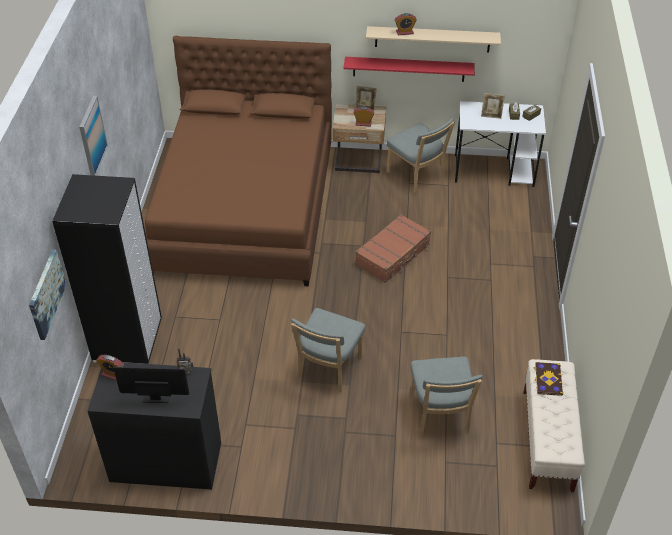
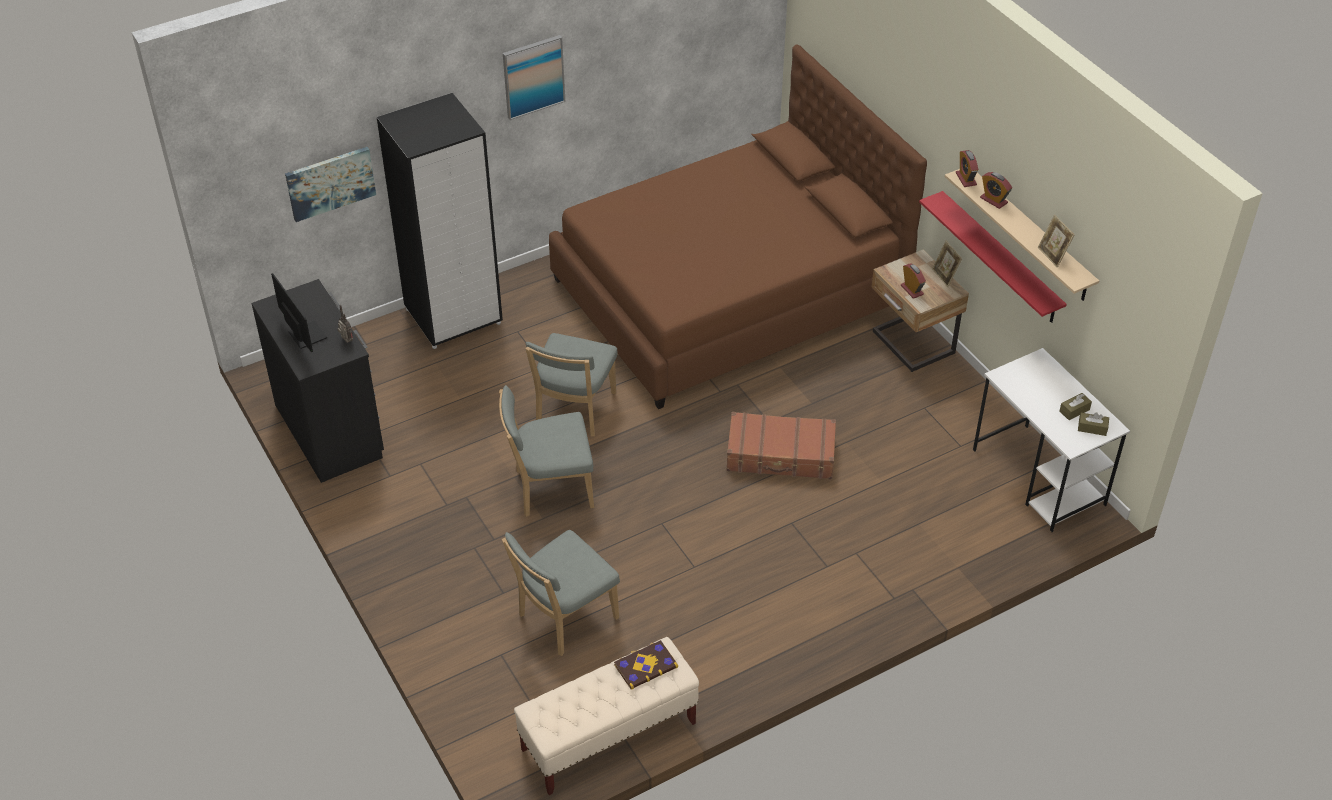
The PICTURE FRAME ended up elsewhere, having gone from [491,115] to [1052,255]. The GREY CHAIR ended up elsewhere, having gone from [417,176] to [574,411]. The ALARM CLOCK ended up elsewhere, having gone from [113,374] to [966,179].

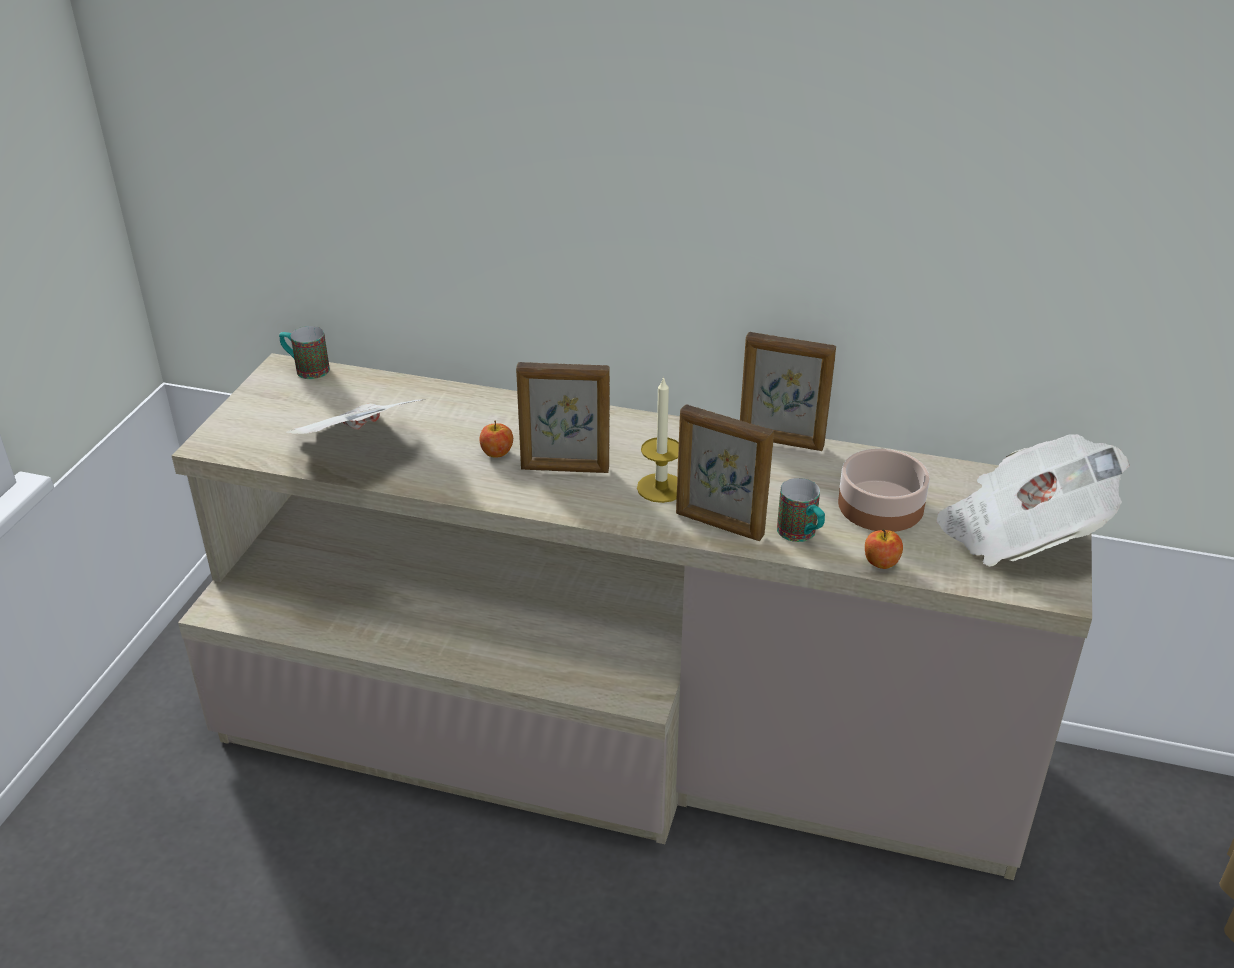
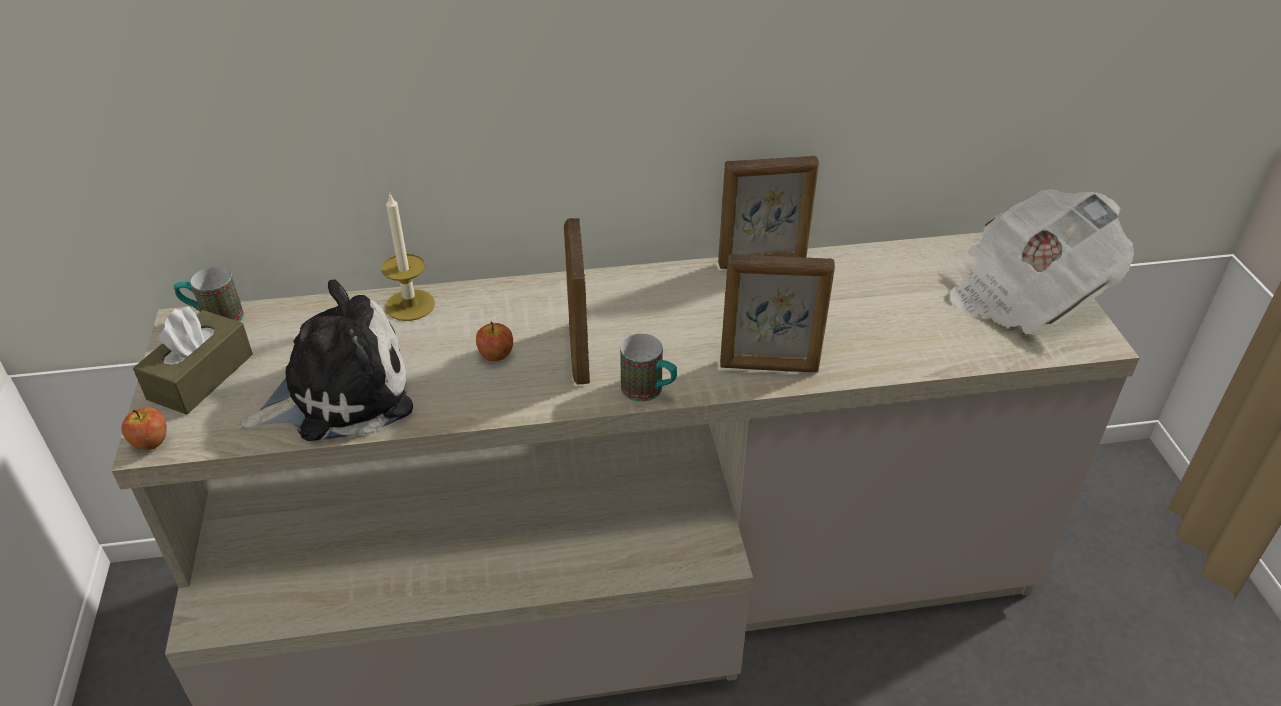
The PICTURE FRAME at [565,469] ended up facing another way, 105 degrees clockwise from before. The CANDLE ended up elsewhere, having gone from [661,488] to [410,305]. Where the NEWSPAPER stood at [359,448], the PLUSH TOY came to stand at [339,393]. The second view lost the BOWL at [879,505]. The MUG ended up elsewhere, having gone from [801,535] to [649,391]. The APPLE ended up elsewhere, having gone from [881,562] to [150,442]. The second view gained the BROWN TISSUE BOX at [201,377].

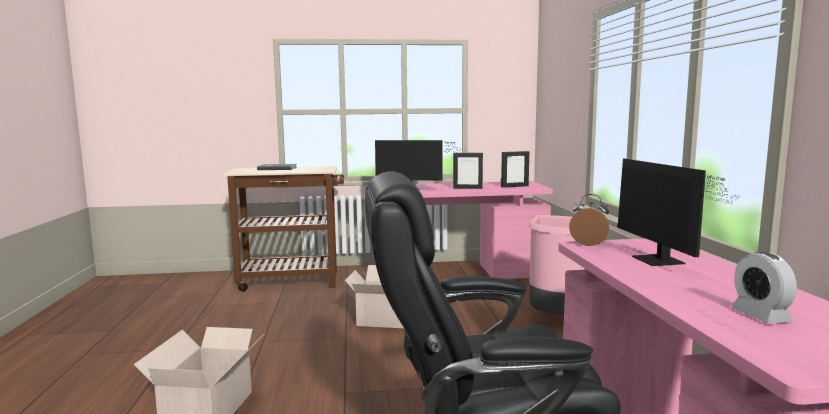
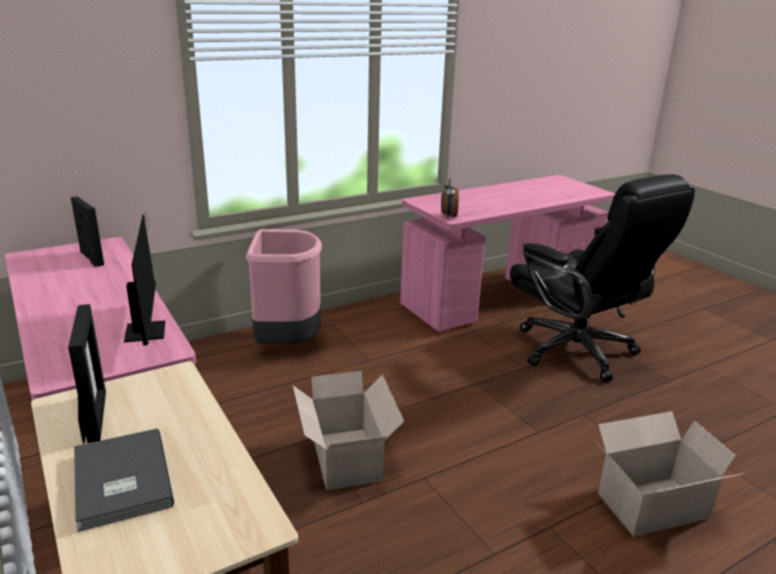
The PICTURE FRAME ended up elsewhere, having gone from [467,188] to [95,416]. The second view lost the MONITOR at [660,262]. The second view lost the ALARM CLOCK at [760,316].

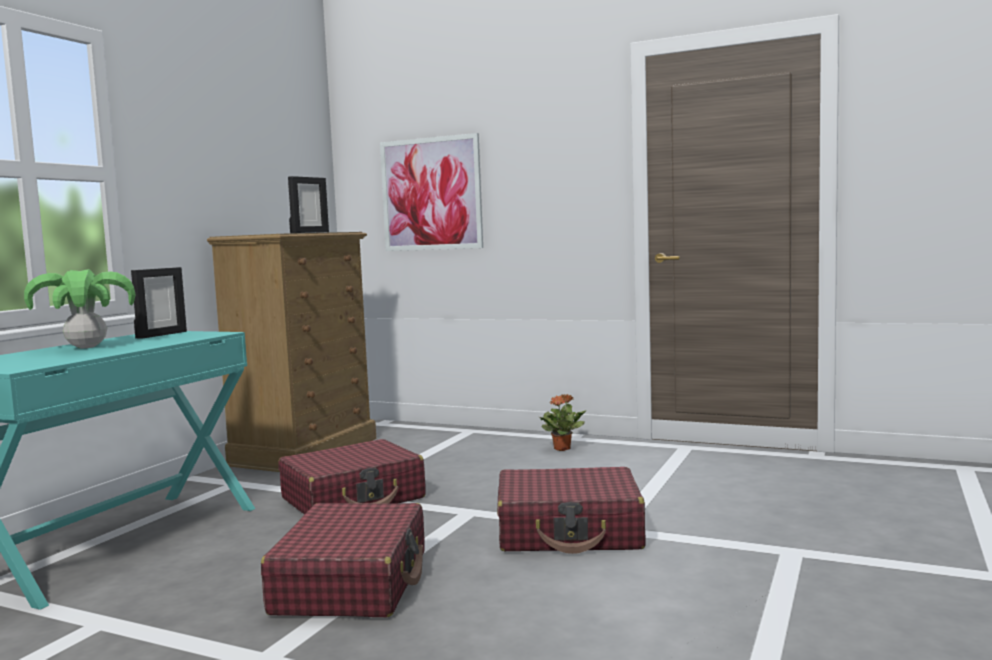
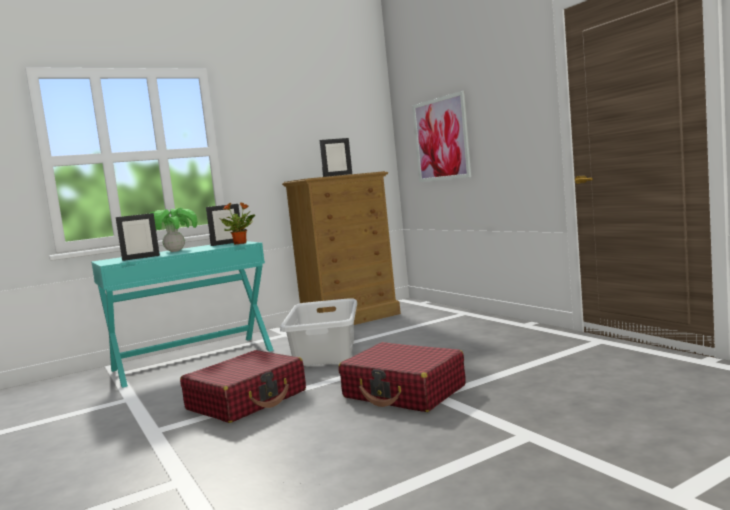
The POTTED PLANT ended up elsewhere, having gone from [562,448] to [241,243]. Where the RED SUITCASE stood at [353,498], the GREY LAUNDRY BASKET came to stand at [326,351]. The second view gained the PICTURE FRAME at [141,258].

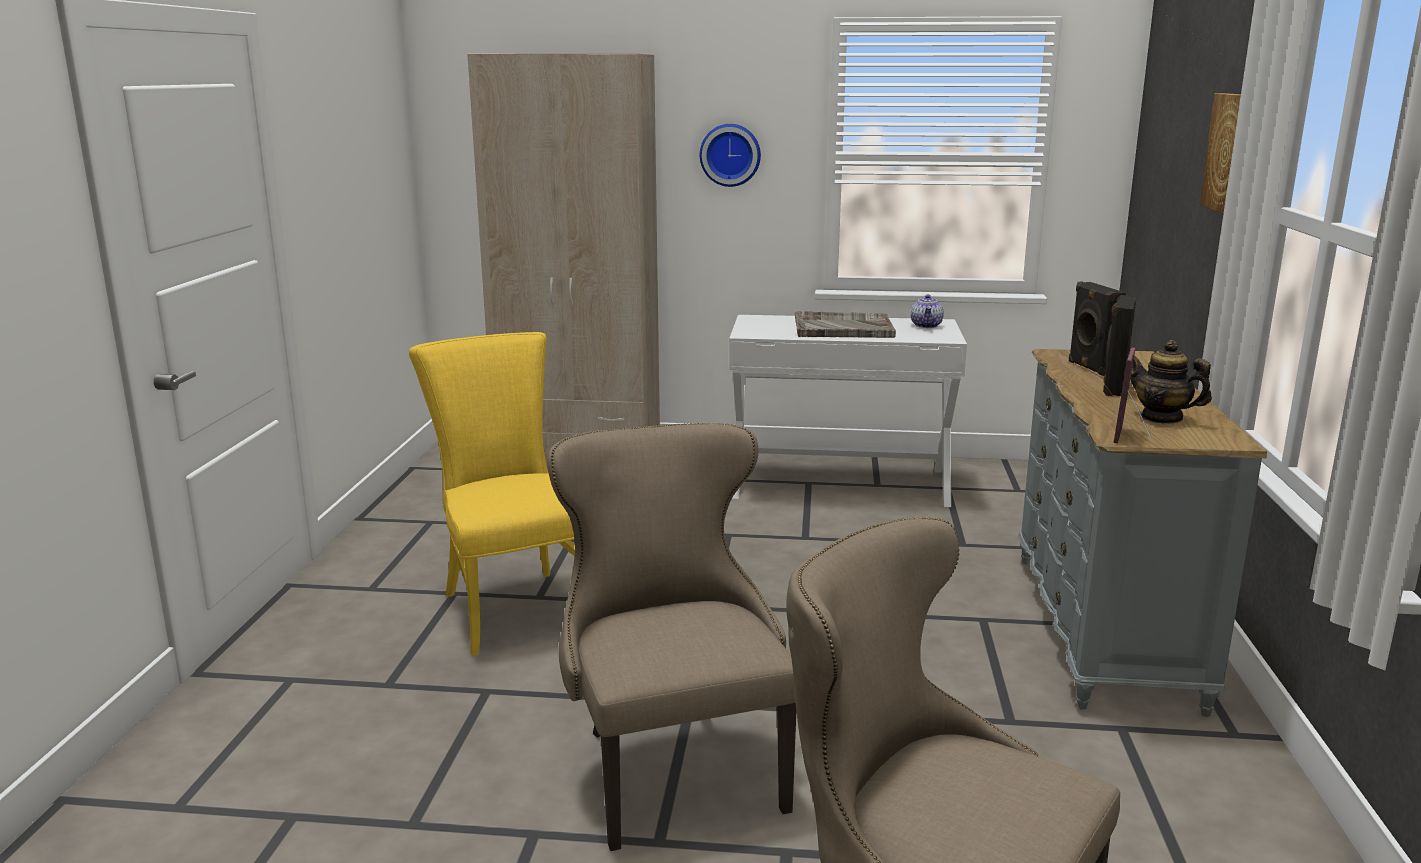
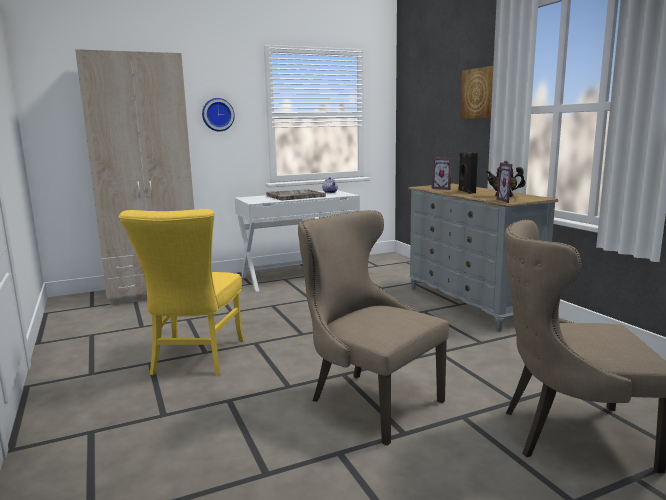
Where the BLACK SPEAKER stood at [1090,368], the PICTURE FRAME came to stand at [443,188]. The YELLOW CHAIR at [514,605] ended up facing another way, 120 degrees counterclockwise from before.

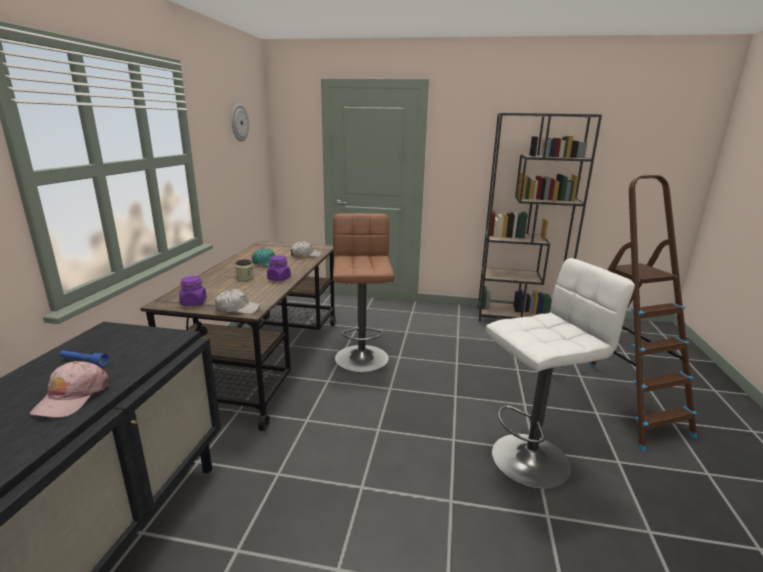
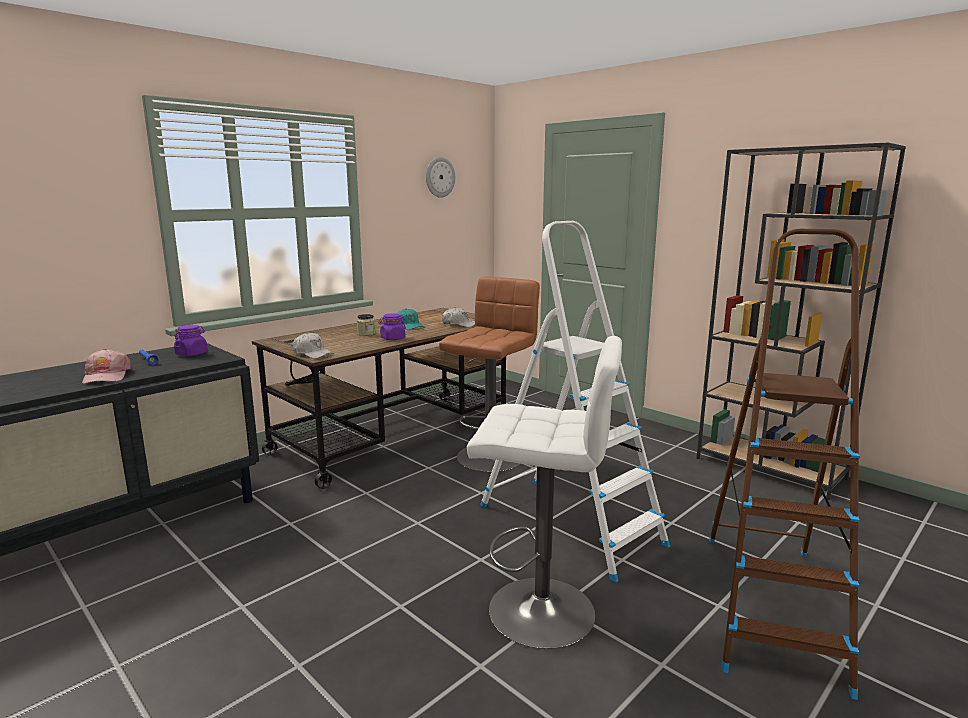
The PURPLE JAR ended up elsewhere, having gone from [194,302] to [192,354]. The PINK CAP at [72,397] ended up facing another way, 60 degrees counterclockwise from before. The second view gained the WHITE STEP LADDER at [570,524].

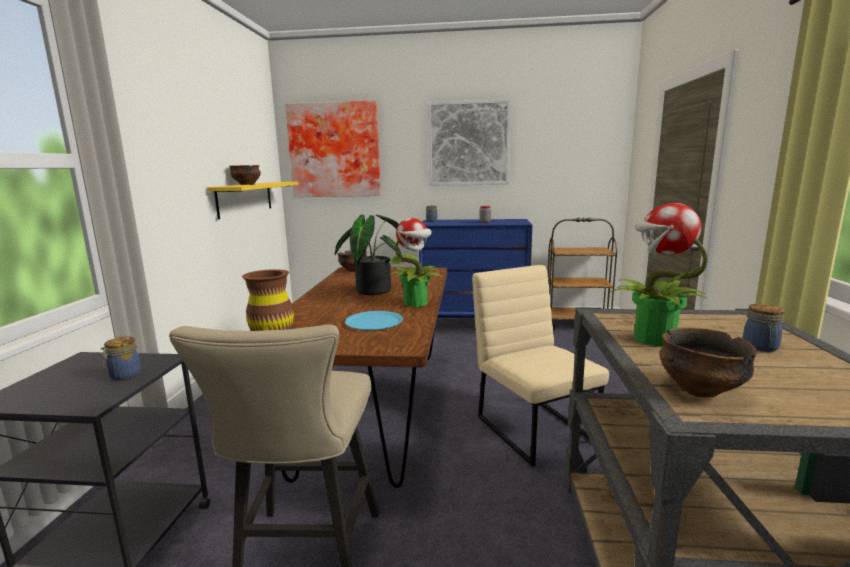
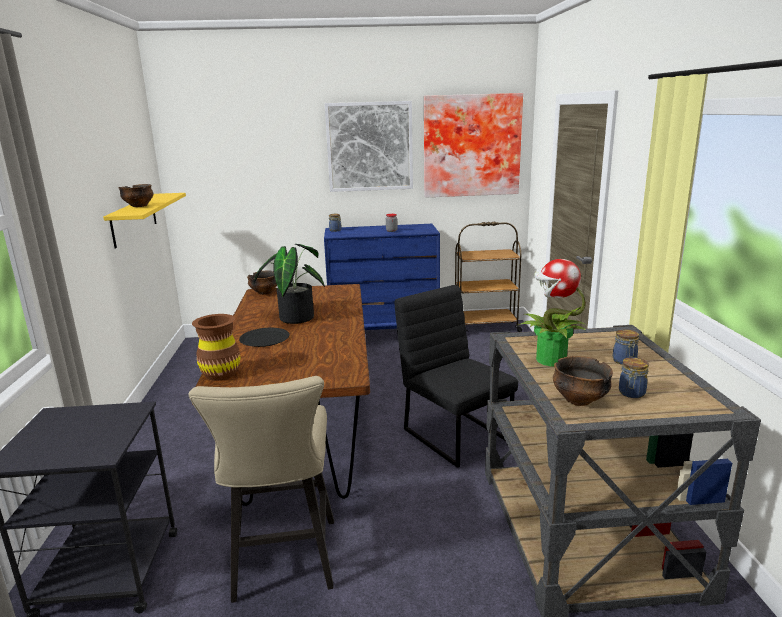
The PICTURE ended up elsewhere, having gone from [335,150] to [471,146]. The second view lost the POTTED PLANT at [416,303]. What was the BEIGE CHAIR at [533,427] turned into the BLACK CHAIR at [455,434]. The second view lost the BLUE PLATE at [374,322]. The JAR ended up elsewhere, having gone from [124,375] to [631,393]. The second view gained the BLACK PLATE at [264,338].

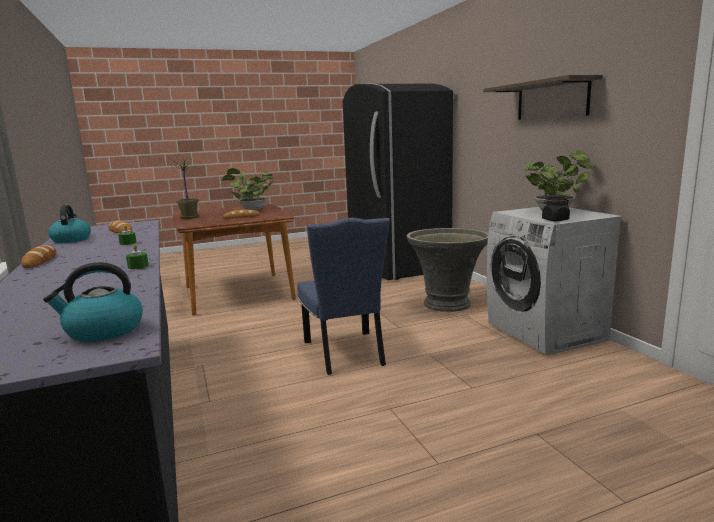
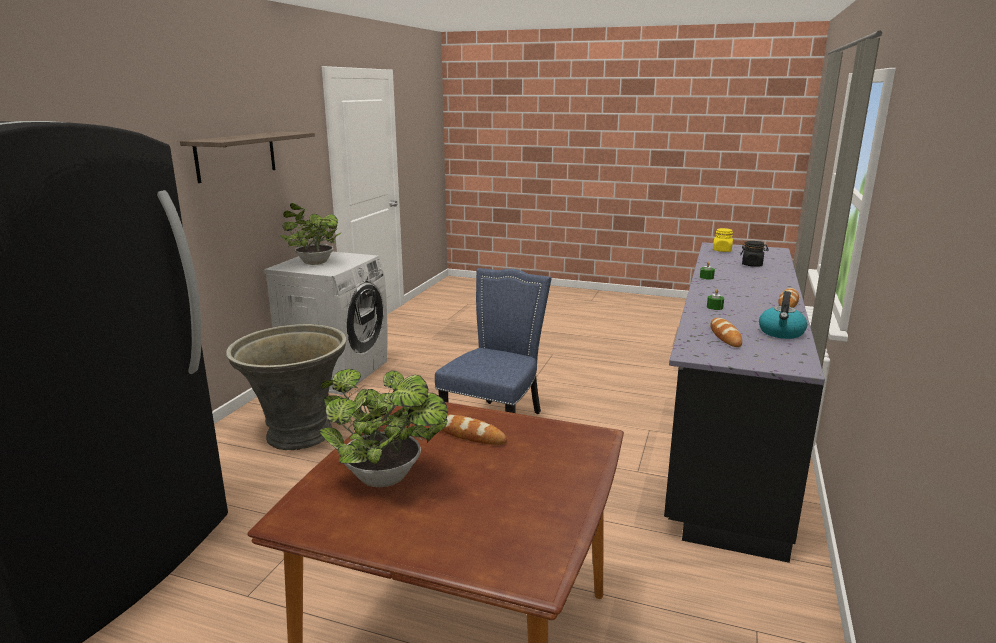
The second view lost the POTTED PLANT at [190,217]. The BLACK JAR ended up elsewhere, having gone from [555,220] to [752,265]. Where the KETTLE stood at [103,331], the YELLOW JAR came to stand at [722,250].

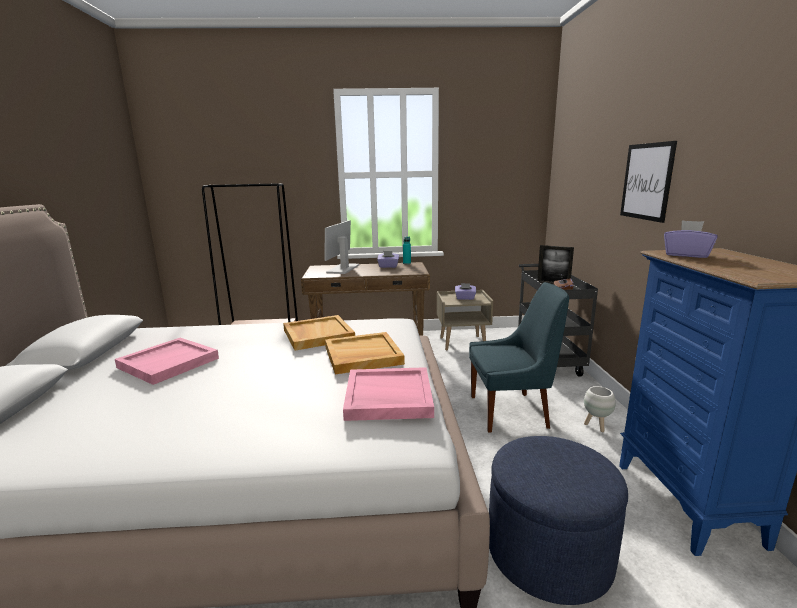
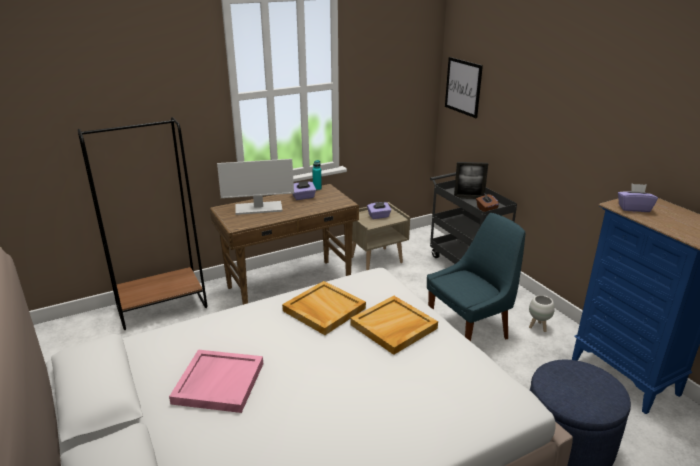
The PICTURE ended up elsewhere, having gone from [646,181] to [463,87]. The MONITOR at [343,269] ended up facing another way, 90 degrees counterclockwise from before. The second view lost the PINK TRAY at [387,397].

